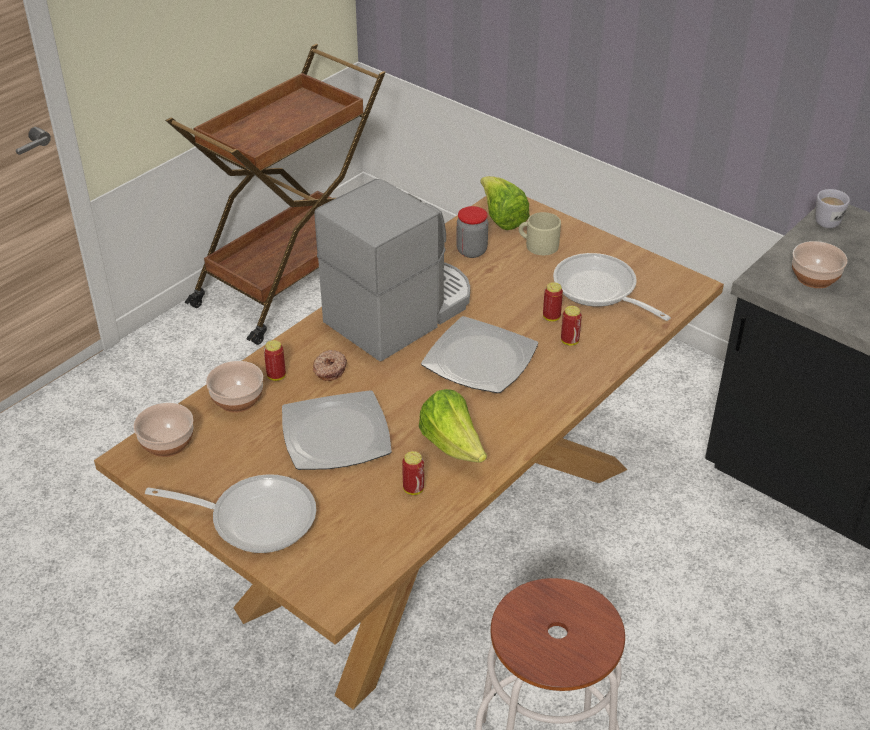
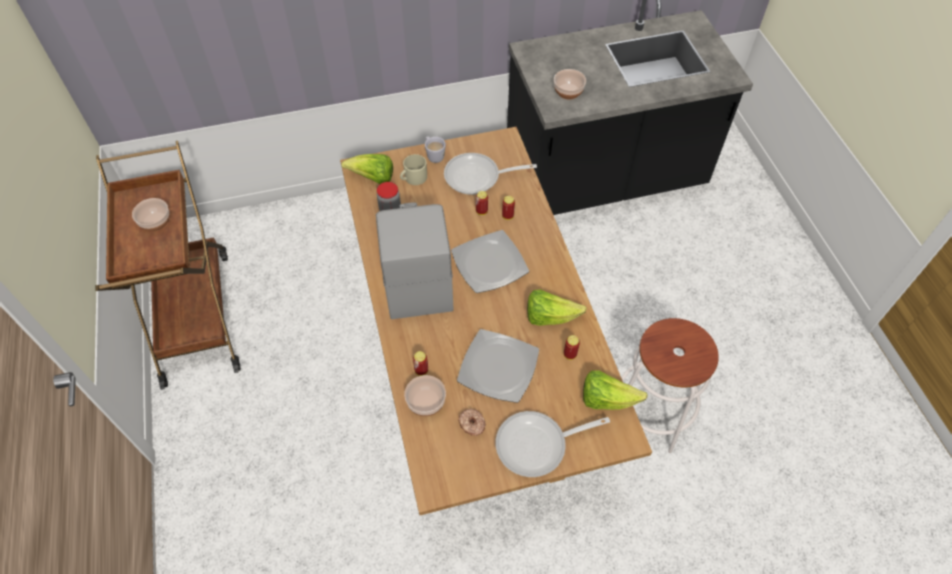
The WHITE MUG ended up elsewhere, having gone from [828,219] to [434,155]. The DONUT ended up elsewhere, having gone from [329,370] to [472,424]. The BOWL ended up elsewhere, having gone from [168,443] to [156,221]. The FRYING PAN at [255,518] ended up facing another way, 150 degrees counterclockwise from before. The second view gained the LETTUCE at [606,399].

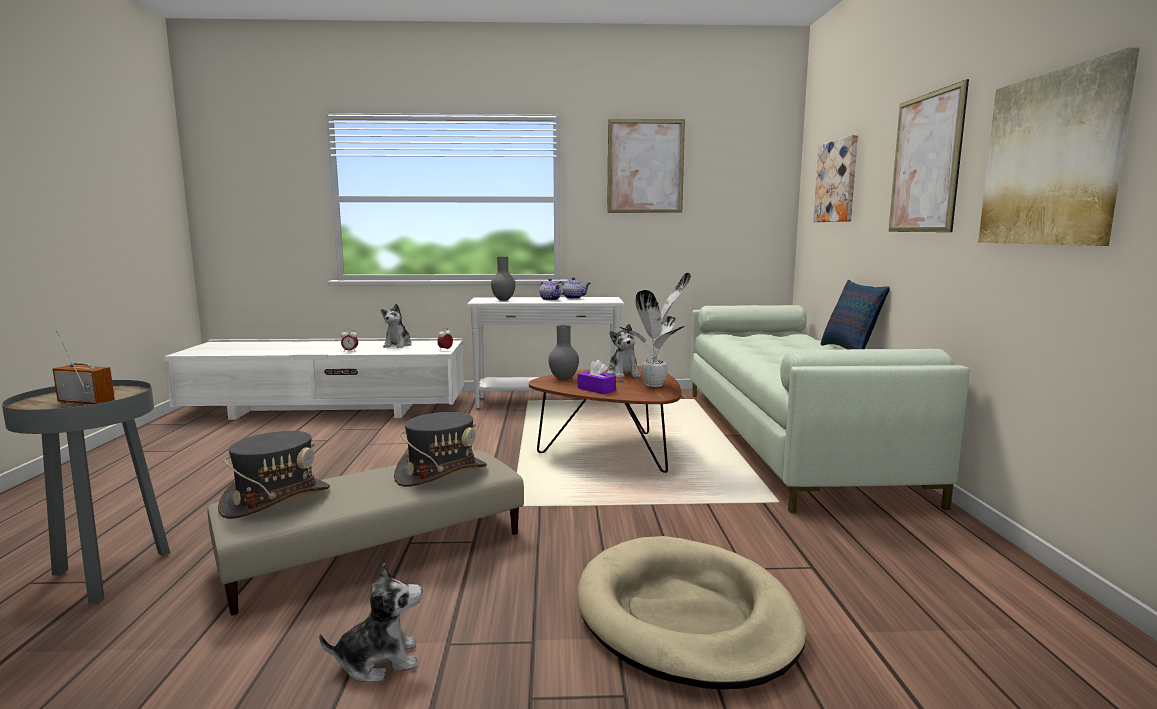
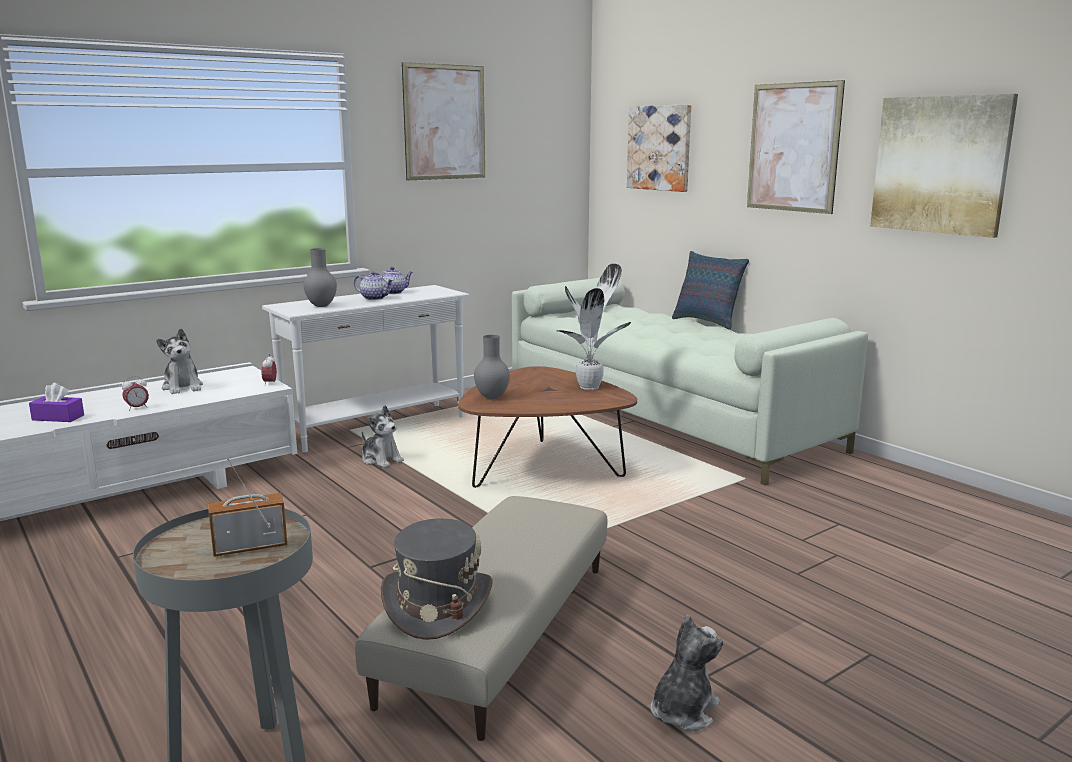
The PLUSH TOY ended up elsewhere, having gone from [623,374] to [381,460]. The PURPLE TISSUE BOX ended up elsewhere, having gone from [596,389] to [58,417]. The second view lost the GREY HAT at [441,473]. The second view lost the BEIGE DOG BED at [685,616].

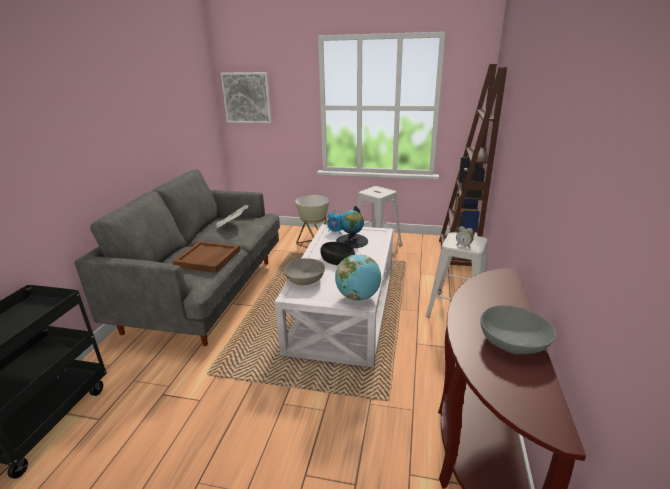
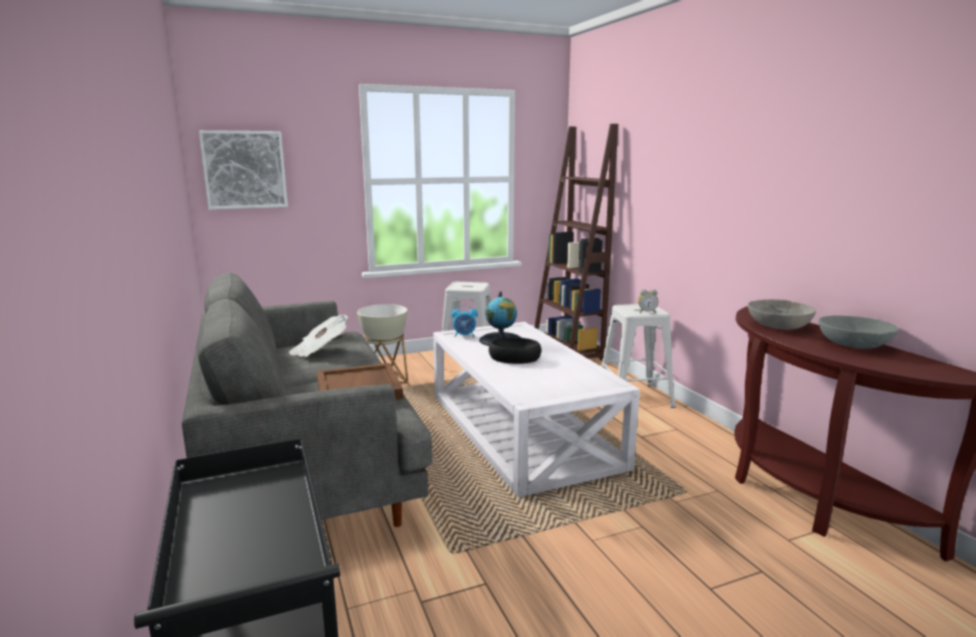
The second view lost the GLOBE at [358,297]. The GREY BOWL ended up elsewhere, having gone from [304,279] to [778,326].

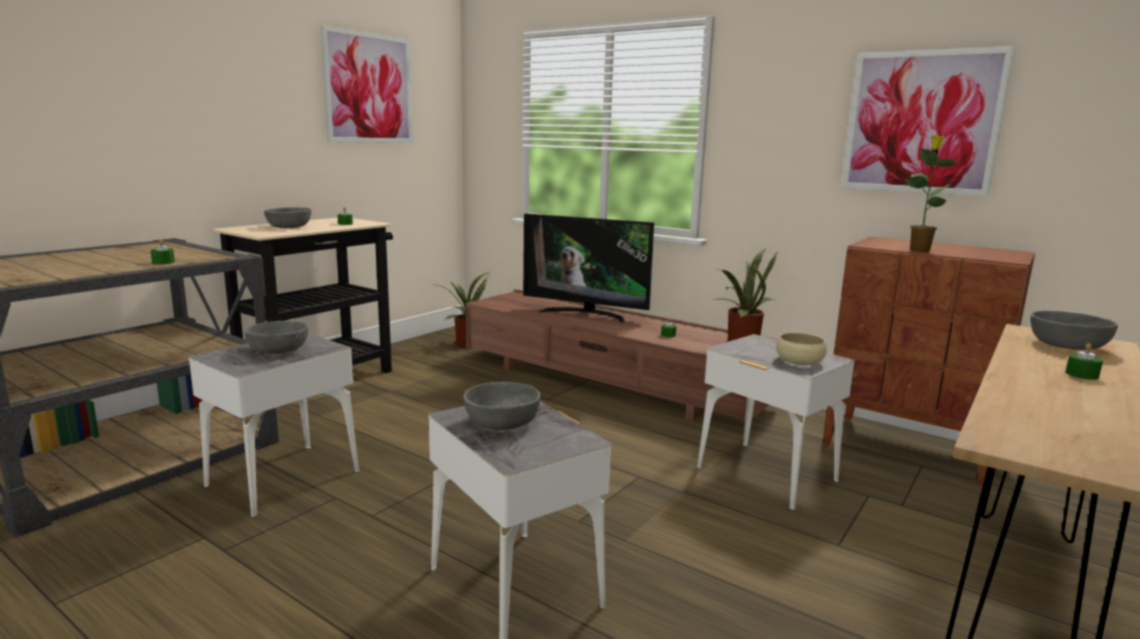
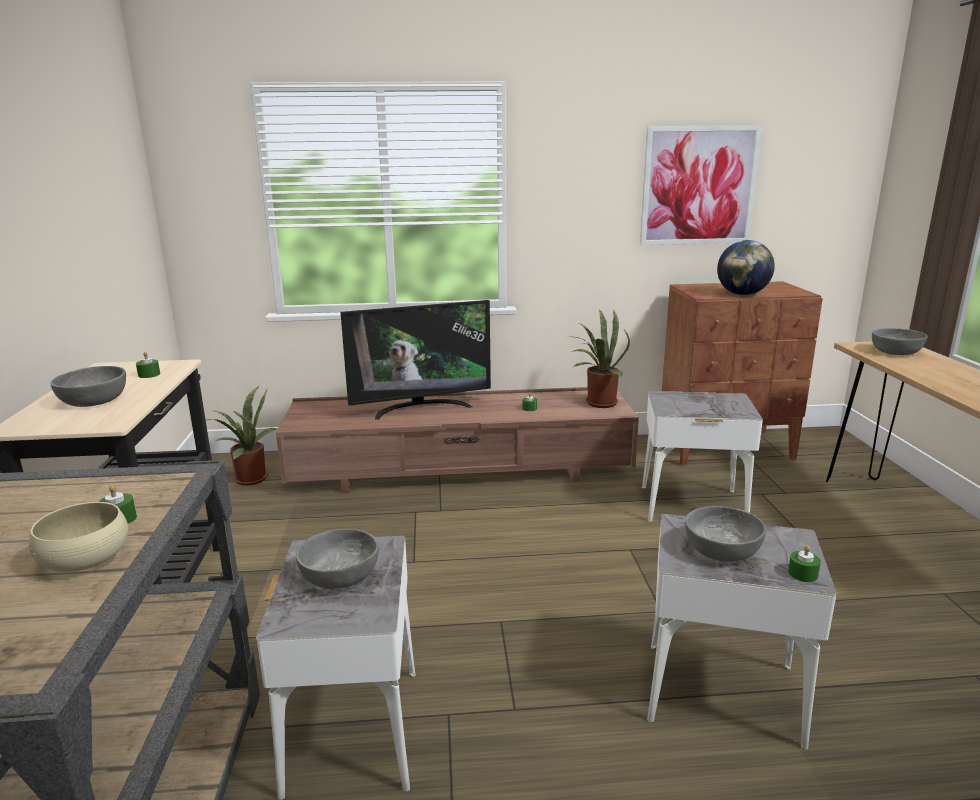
The second view lost the PICTURE at [369,88]. Where the POTTED PLANT stood at [919,250], the GLOBE came to stand at [742,294]. The BEIGE BOWL ended up elsewhere, having gone from [799,361] to [85,558]. The GREEN CANDLE ended up elsewhere, having gone from [1081,375] to [802,574].

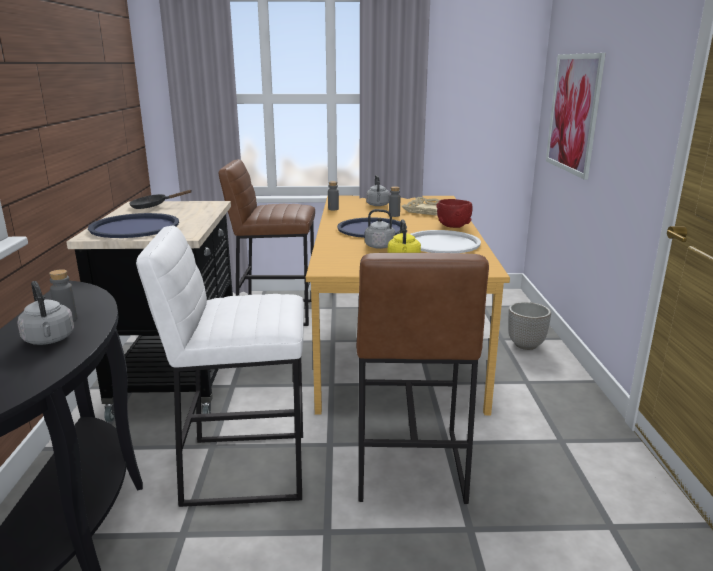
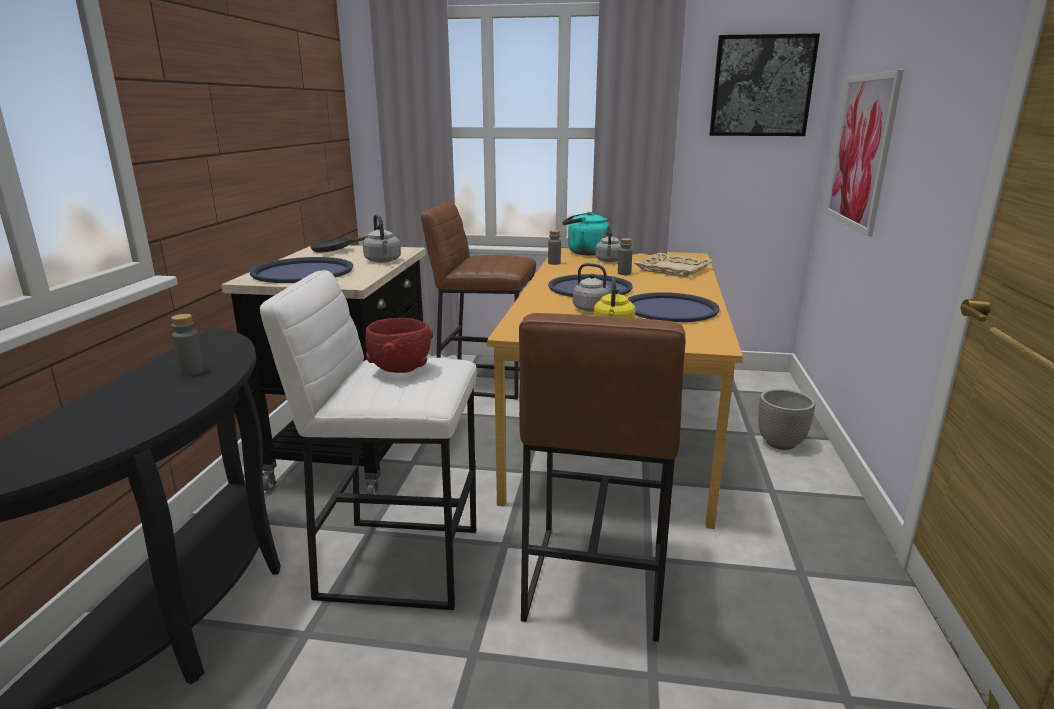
The RED BOWL ended up elsewhere, having gone from [453,226] to [400,369]. What was the WHITE TRAY at [442,243] turned into the BLUE TRAY at [670,309]. The GREY KETTLE ended up elsewhere, having gone from [49,340] to [383,261]. The second view gained the PICTURE at [761,86]. The second view gained the TURQUOISE KETTLE at [585,252].

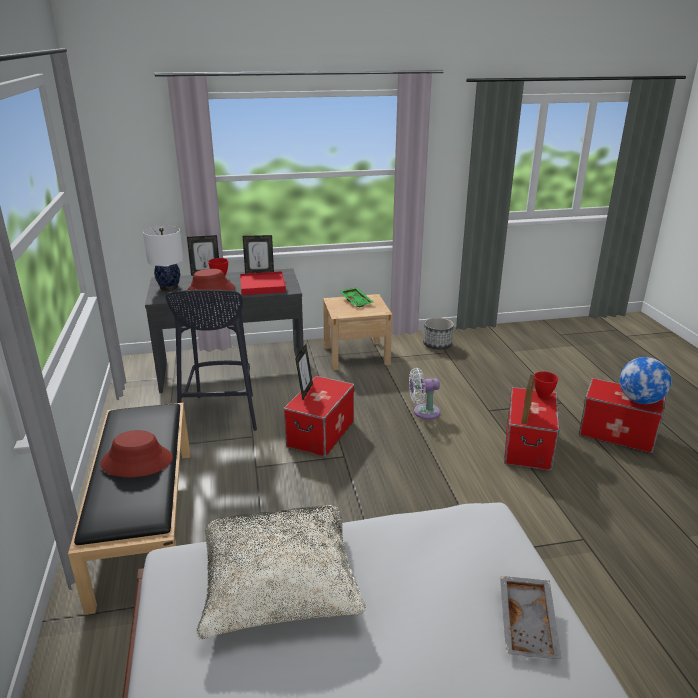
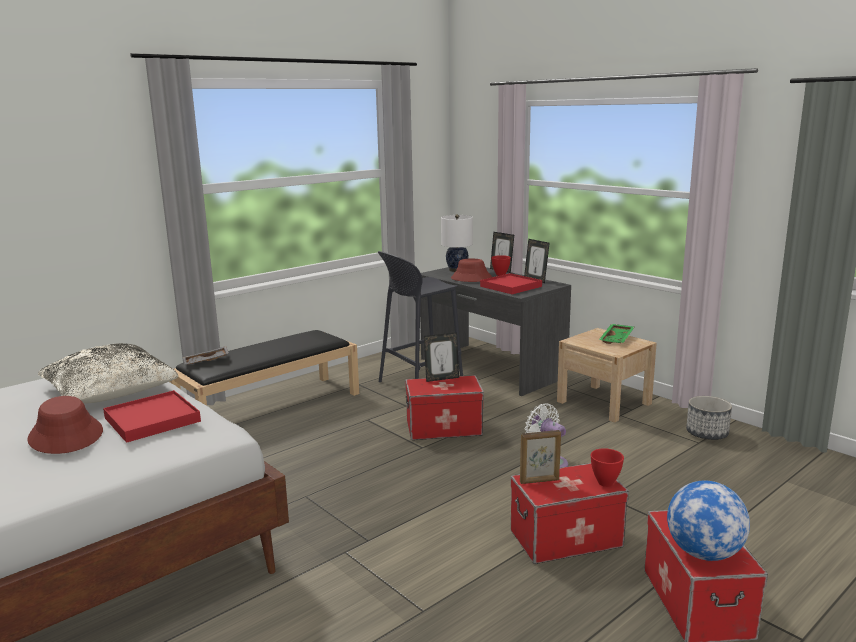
The RED HAT ended up elsewhere, having gone from [137,461] to [66,435]. The GREY TRAY ended up elsewhere, having gone from [529,624] to [206,361]. The second view gained the RED TRAY at [152,419].

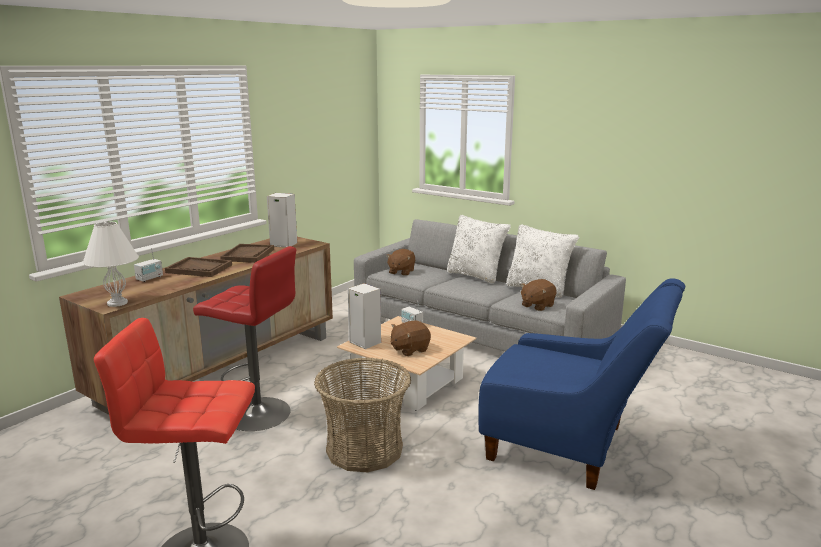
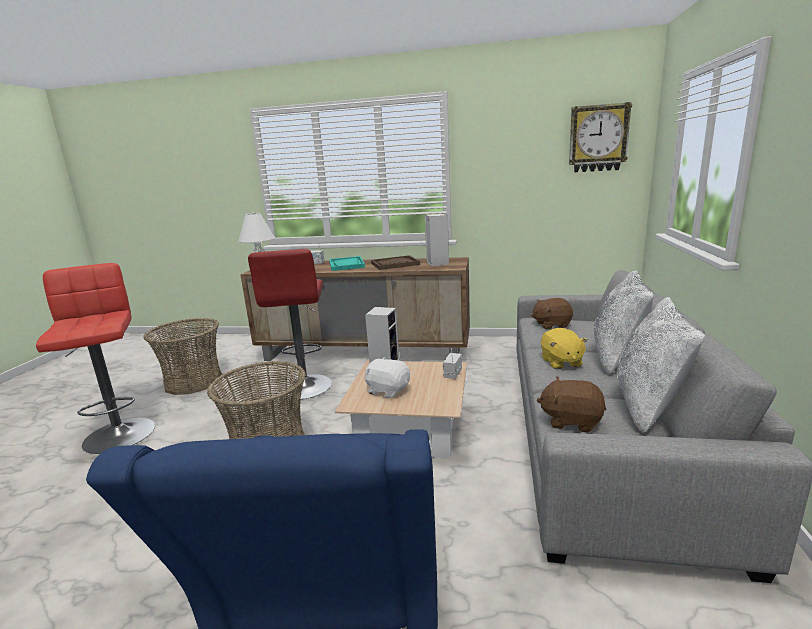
What was the BROWN TRAY at [199,269] turned into the TURQUOISE TRAY at [346,265]. What was the BROWN PLUSH TOY at [409,349] turned into the WHITE PLUSH TOY at [388,390]. The second view gained the WALL CLOCK at [598,138]. The second view gained the BASKET at [193,382]. The second view gained the YELLOW PLUSH TOY at [561,362].

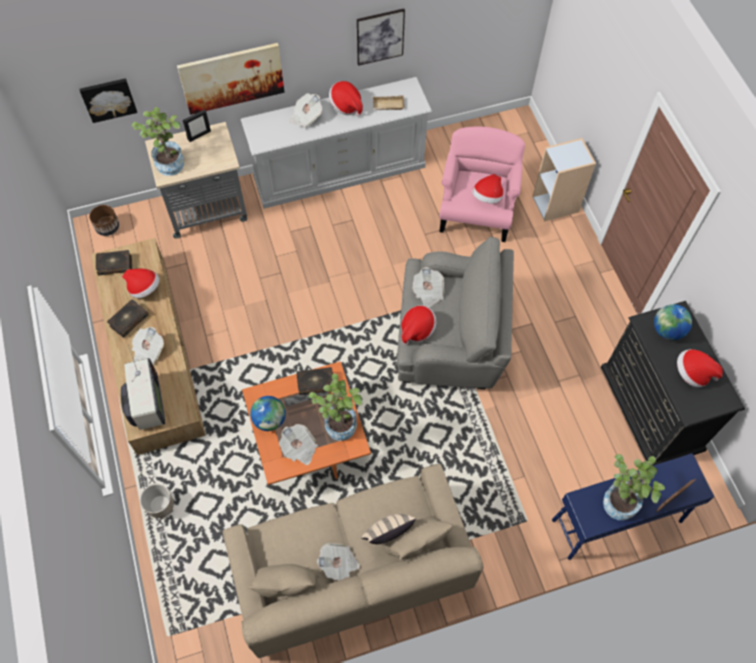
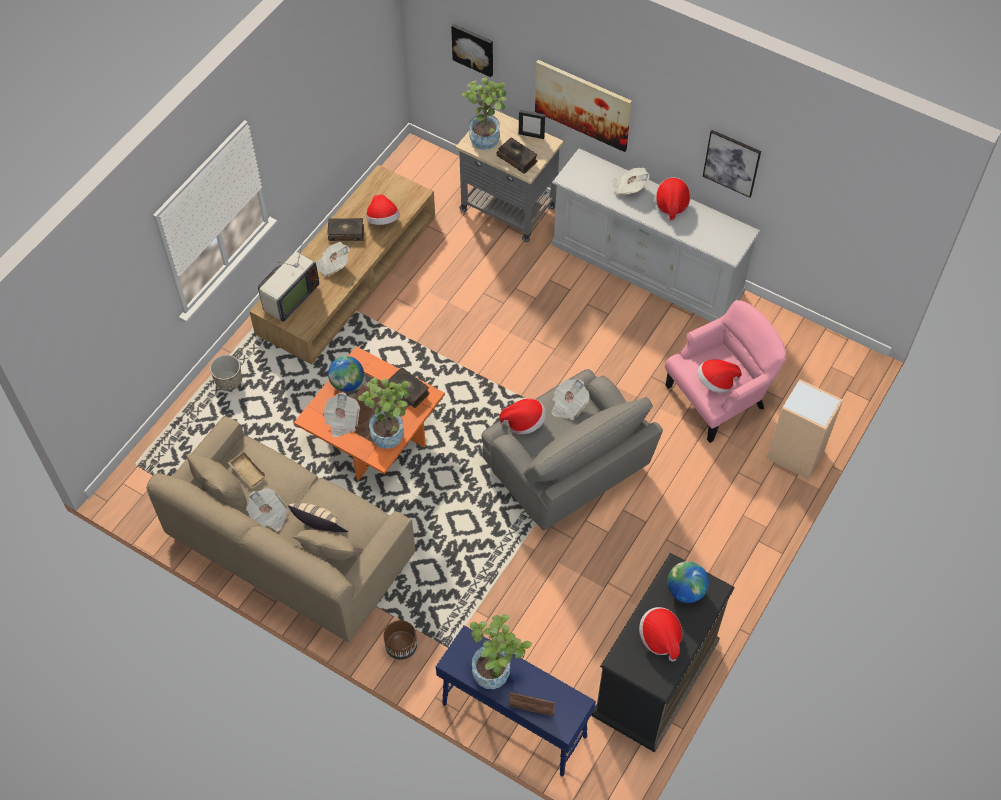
The BEIGE TRAY ended up elsewhere, having gone from [388,105] to [246,471]. The BROWN PLANTER ended up elsewhere, having gone from [107,228] to [401,646]. The BOOK ended up elsewhere, having gone from [115,265] to [517,159].

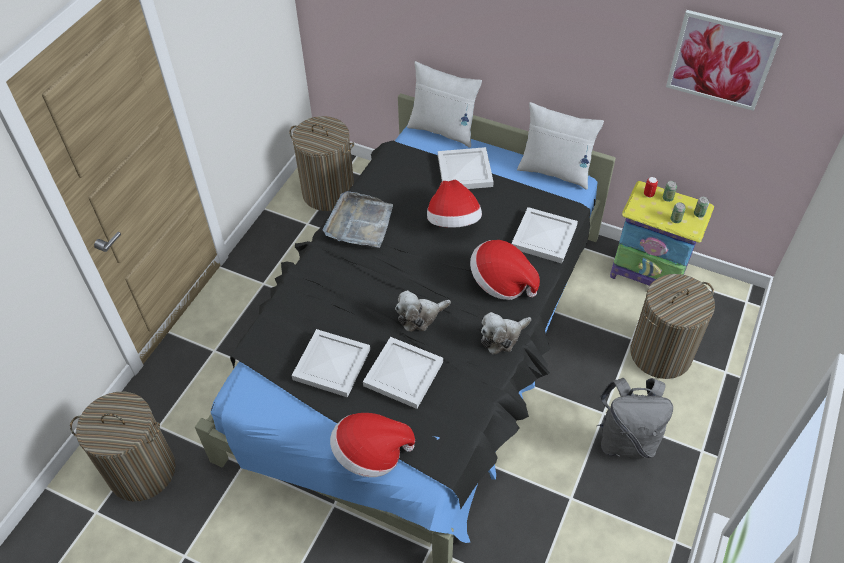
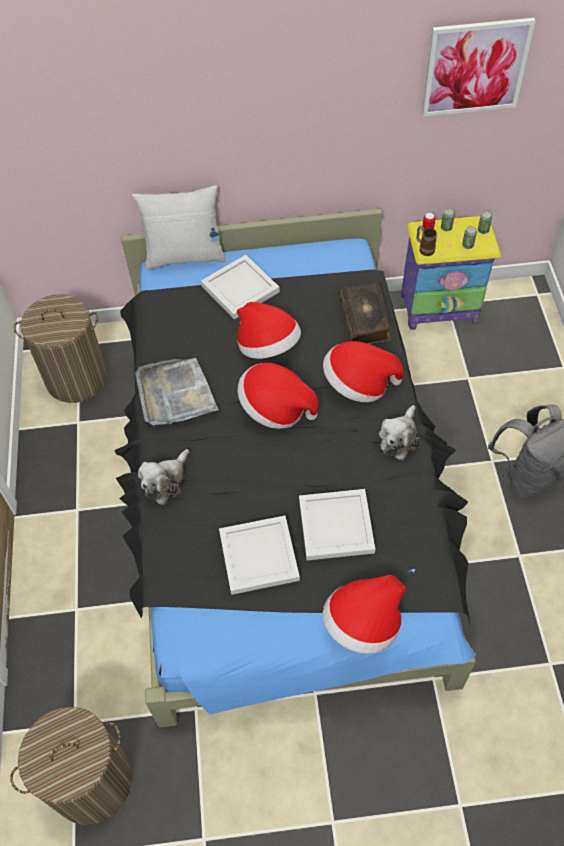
The second view lost the GREY PILLOW at [554,172]. Where the WHITE TRAY stood at [544,238], the BOOK came to stand at [365,320]. The second view lost the LAUNDRY BASKET at [661,353]. The PLUSH TOY ended up elsewhere, having gone from [420,316] to [166,481]. The second view gained the MUG at [424,249]. The second view gained the HAT at [276,408].

